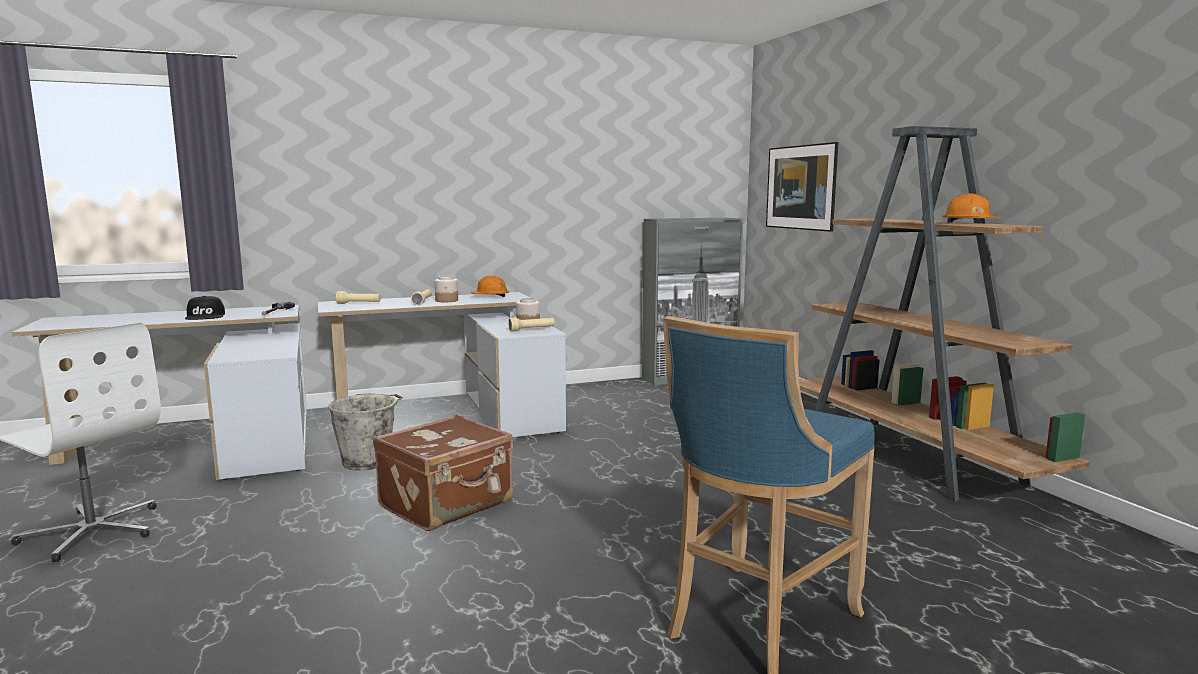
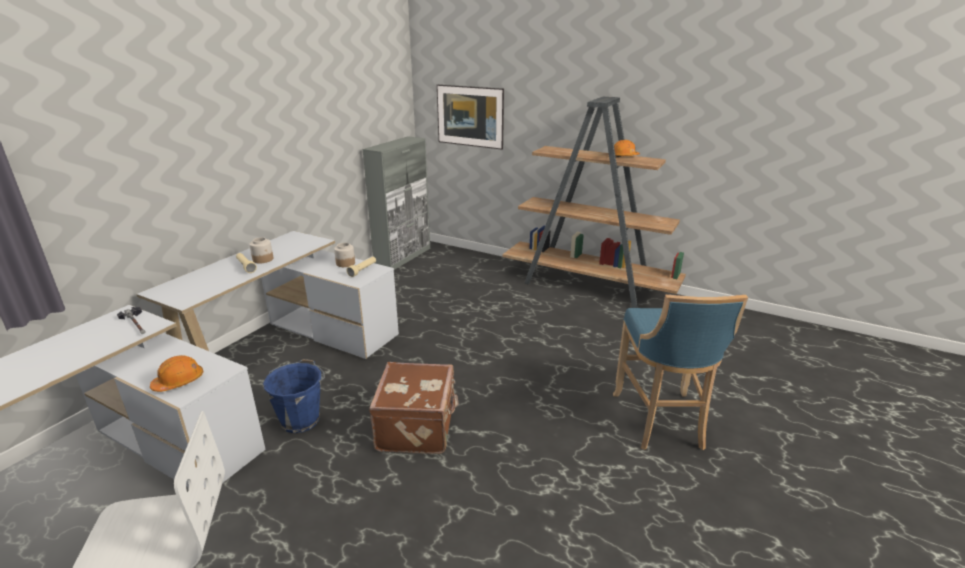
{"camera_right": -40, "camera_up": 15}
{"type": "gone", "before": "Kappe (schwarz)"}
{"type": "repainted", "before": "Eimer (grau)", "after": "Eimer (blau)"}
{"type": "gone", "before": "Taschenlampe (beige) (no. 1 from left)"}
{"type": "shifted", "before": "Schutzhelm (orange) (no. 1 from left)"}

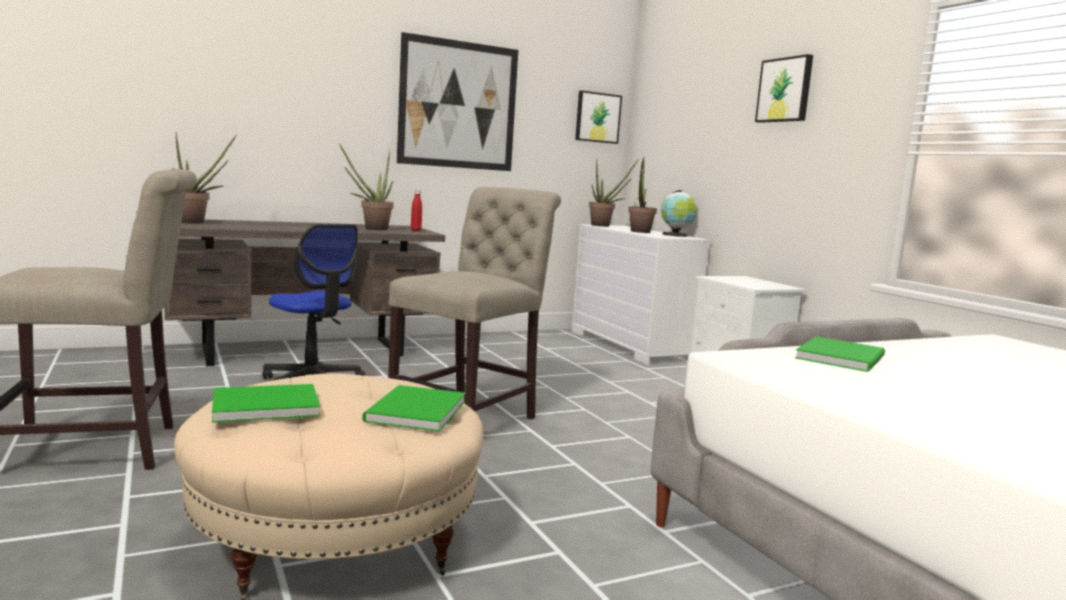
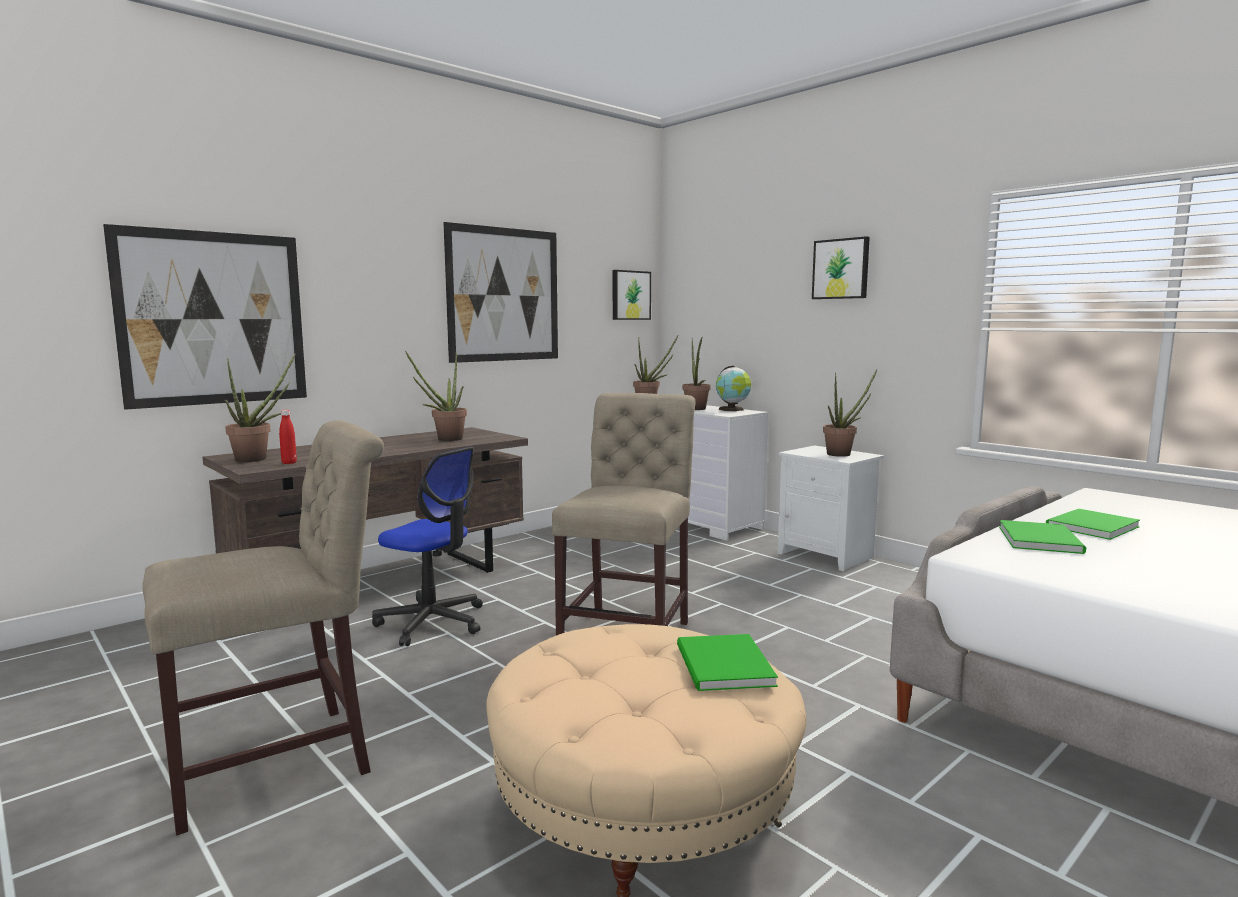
{"camera_right": -15, "camera_up": 0}
{"type": "shifted", "before": "Buch (grün) (no. 1 from left in the first image)", "after": "Buch (grün) (no. 3 from left)"}
{"type": "shifted", "before": "Flasche (rot)"}
{"type": "new", "after": "Bild (no. 1 from left)"}
{"type": "new", "after": "Topfpflanze (no. 5 from left)"}

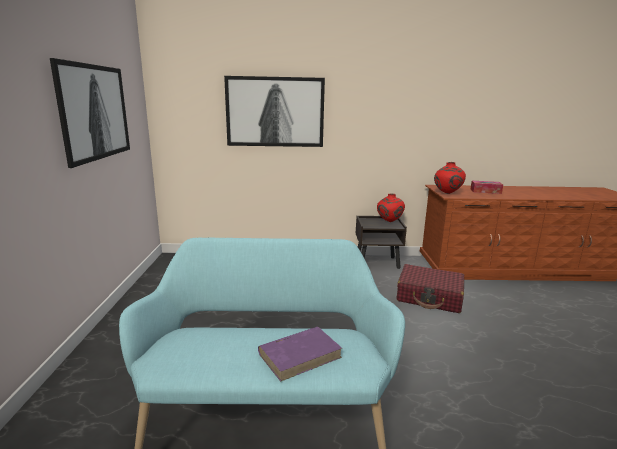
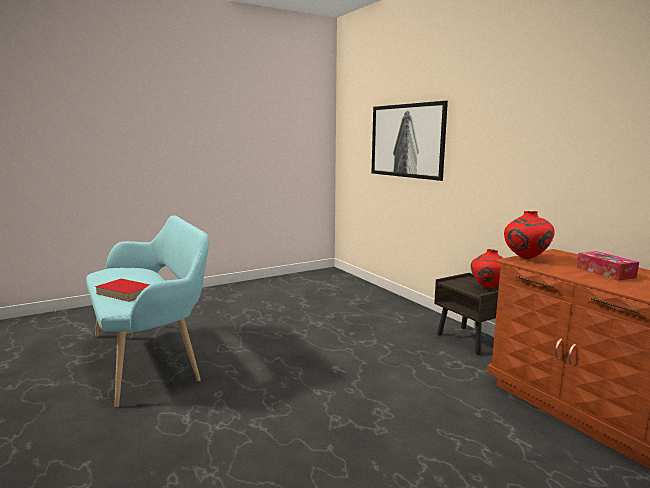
{"camera_right": 60, "camera_up": -5}
{"type": "gone", "before": "Bild (no. 1 from left)"}
{"type": "repainted", "before": "Buch (lila)", "after": "Buch (rot)"}
{"type": "gone", "before": "Koffer (rot)"}

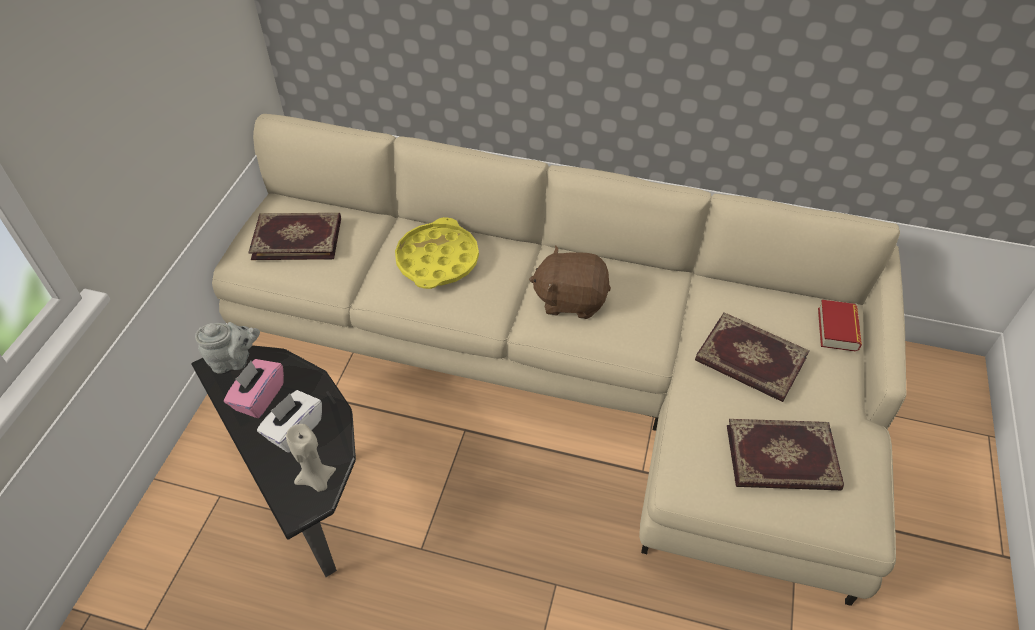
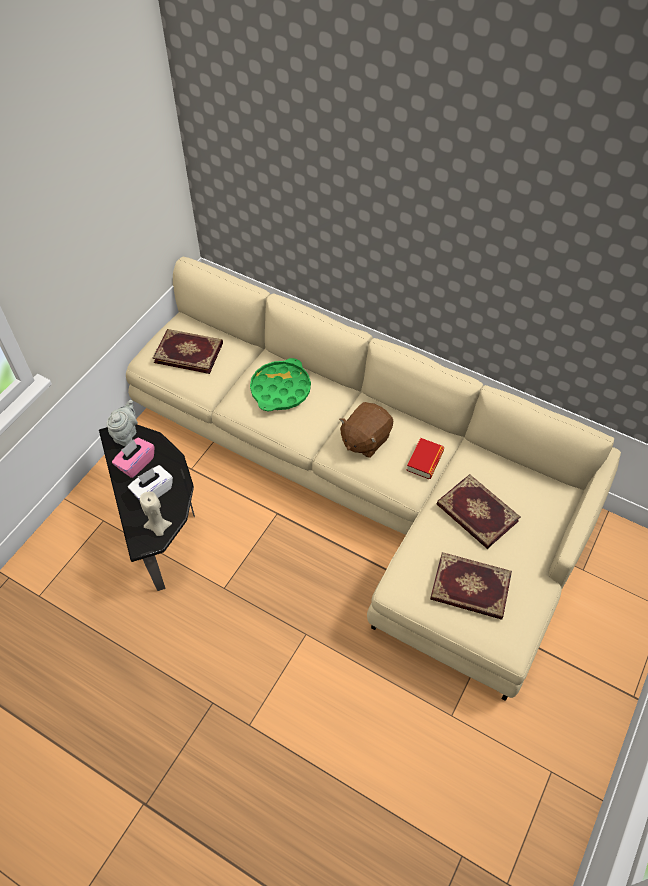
{"camera_right": 15, "camera_up": 5}
{"type": "rotated", "before": "Teekanne (grau)", "turn": -75}
{"type": "repainted", "before": "Tablett (gelb)", "after": "Tablett (grün)"}
{"type": "rotated", "before": "Plüschtier (braun)", "turn": -75}
{"type": "shifted", "before": "Buch (no. 4 from left in the first image)", "after": "Buch (no. 2 from left)"}

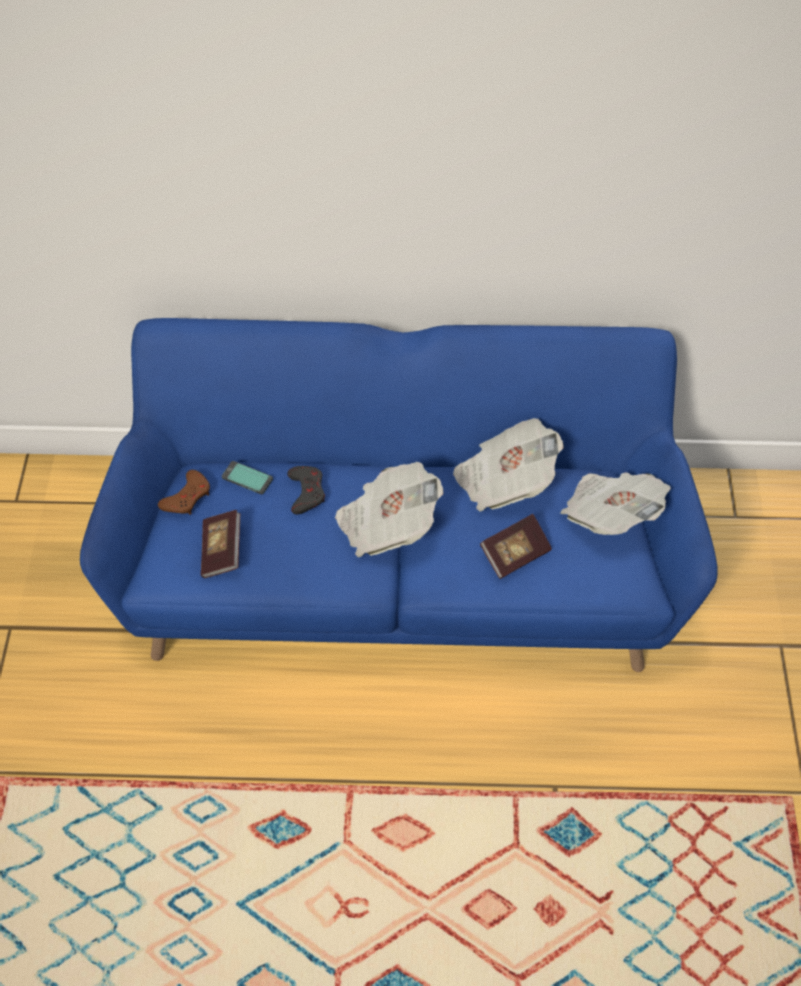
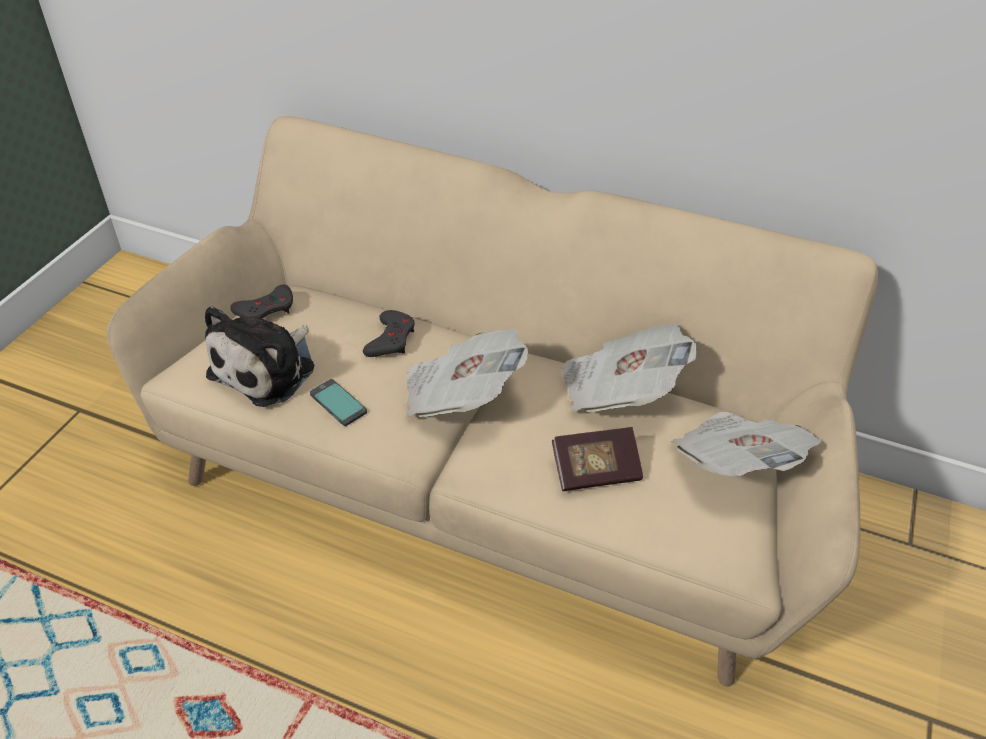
{"camera_right": 20, "camera_up": -10}
{"type": "repainted", "before": "Sofa (blau)", "after": "Sofa (beige)"}
{"type": "repainted", "before": "Gamepad (braun)", "after": "Gamepad (grau) (no. 1 from left)"}
{"type": "swapped", "before": "Buch (no. 1 from left)", "after": "Plüschtier"}
{"type": "shifted", "before": "Handy"}

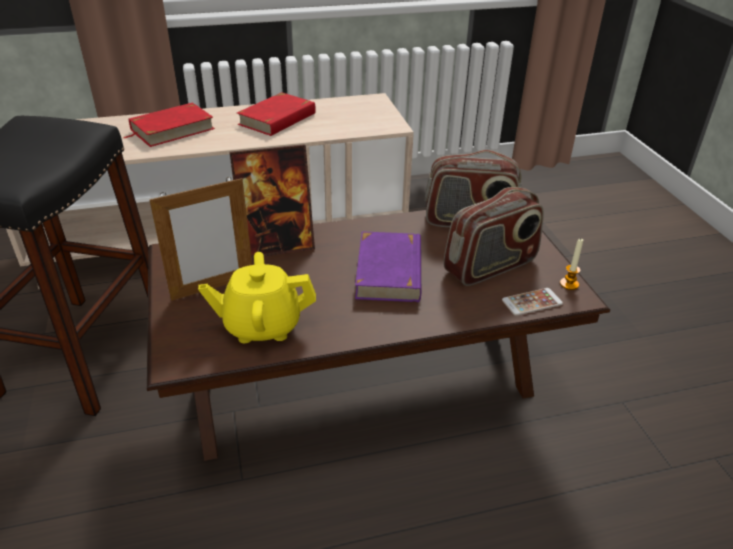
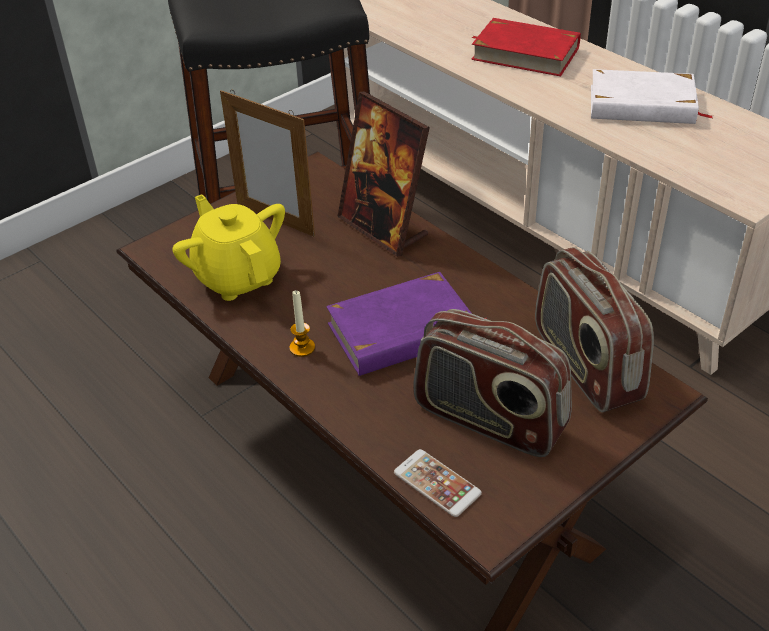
{"camera_right": 65, "camera_up": 5}
{"type": "repainted", "before": "Buch (rot) (no. 2 from left)", "after": "Buch (weiß)"}
{"type": "shifted", "before": "Kerze"}

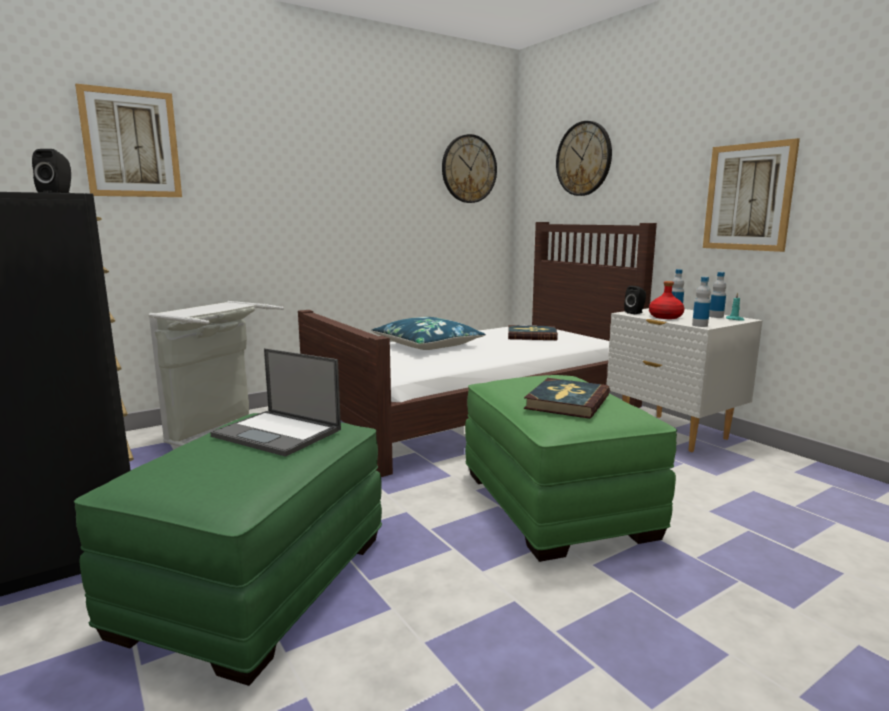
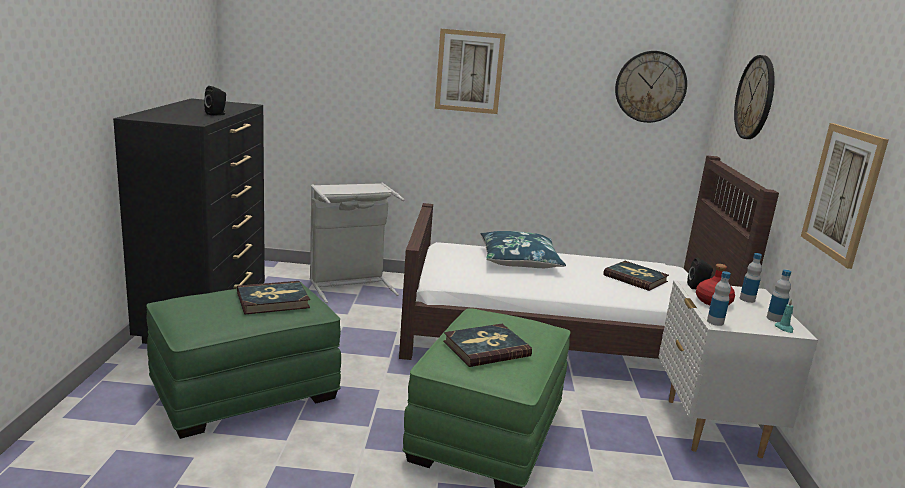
{"camera_right": 35, "camera_up": 5}
{"type": "shifted", "before": "Bild (no. 1 from left)"}
{"type": "swapped", "before": "Laptop", "after": "Buch (no. 1 from left)"}

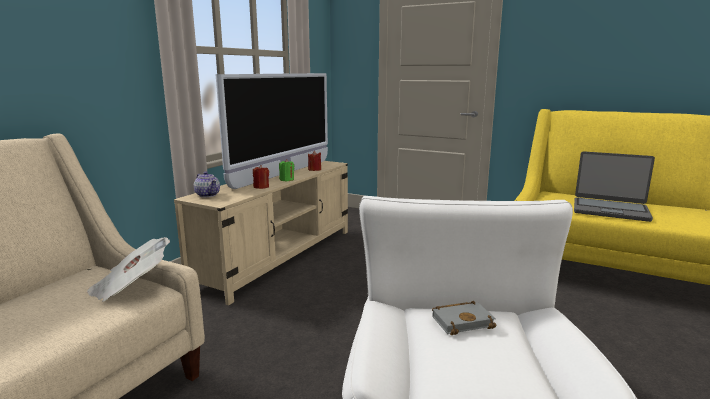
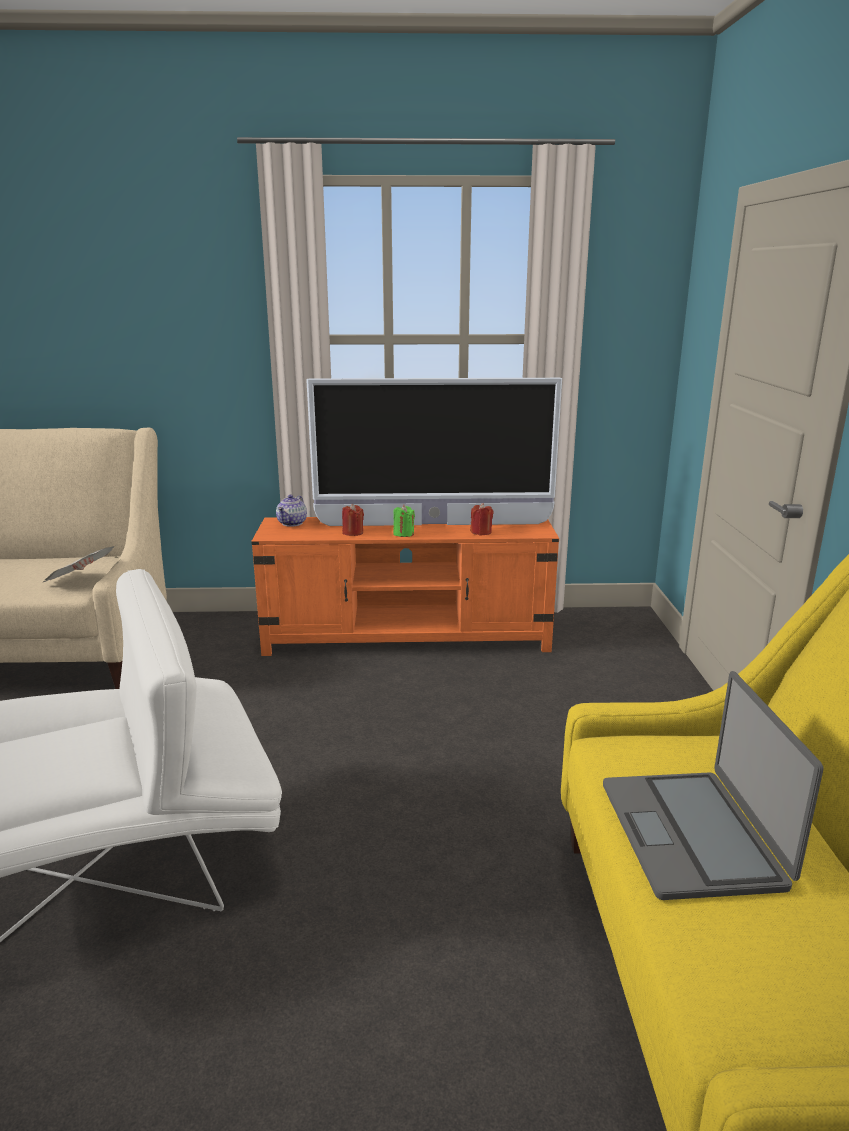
{"camera_right": 60, "camera_up": 5}
{"type": "repainted", "before": "Fernsehschrank (beige)", "after": "Fernsehschrank (orange)"}
{"type": "gone", "before": "Buch (grau)"}

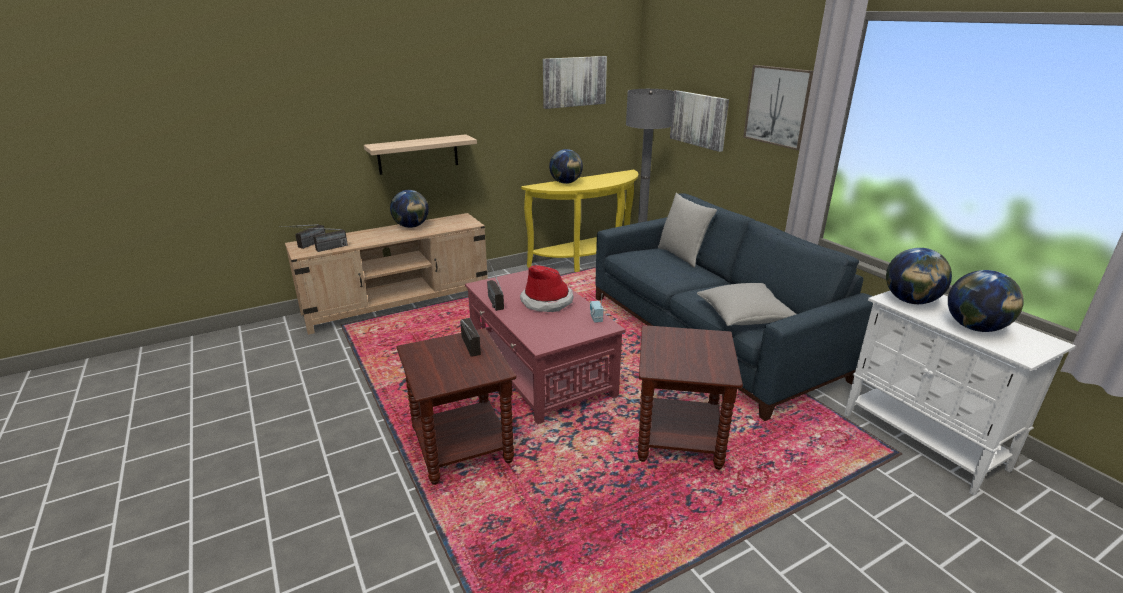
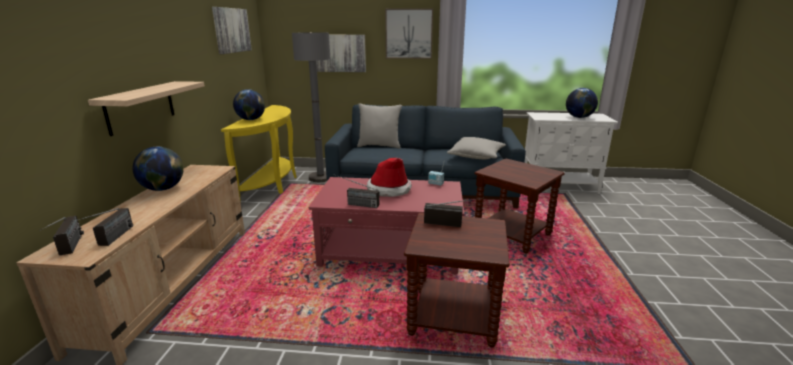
{"camera_right": -55, "camera_up": -5}
{"type": "gone", "before": "Globus (no. 3 from left)"}

